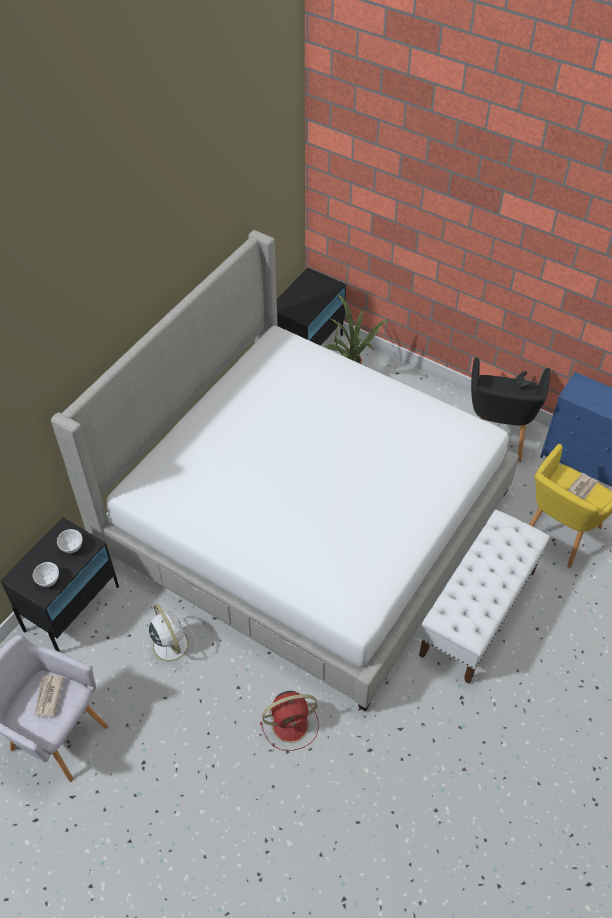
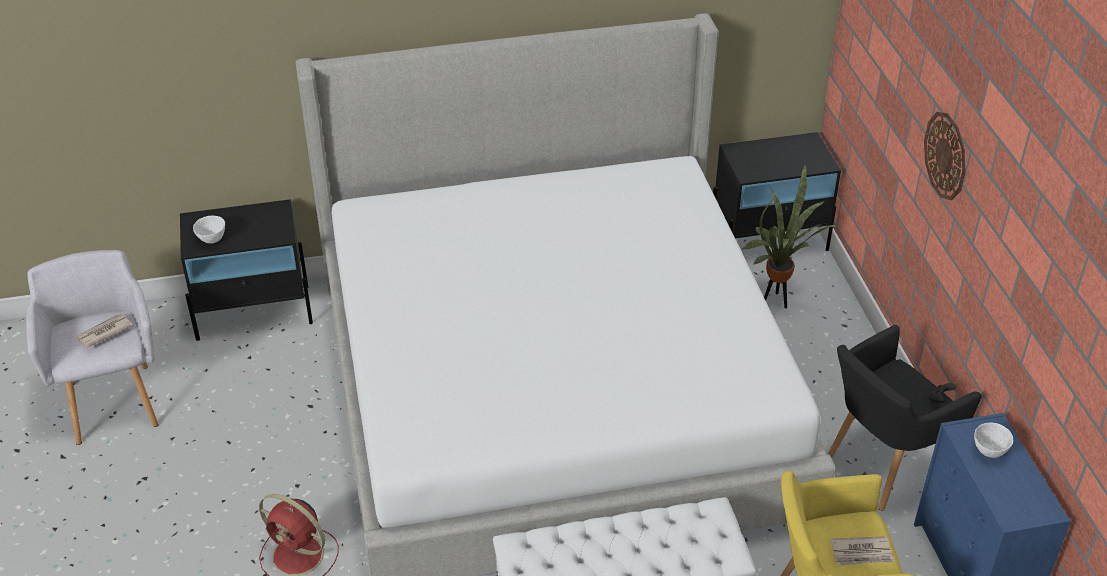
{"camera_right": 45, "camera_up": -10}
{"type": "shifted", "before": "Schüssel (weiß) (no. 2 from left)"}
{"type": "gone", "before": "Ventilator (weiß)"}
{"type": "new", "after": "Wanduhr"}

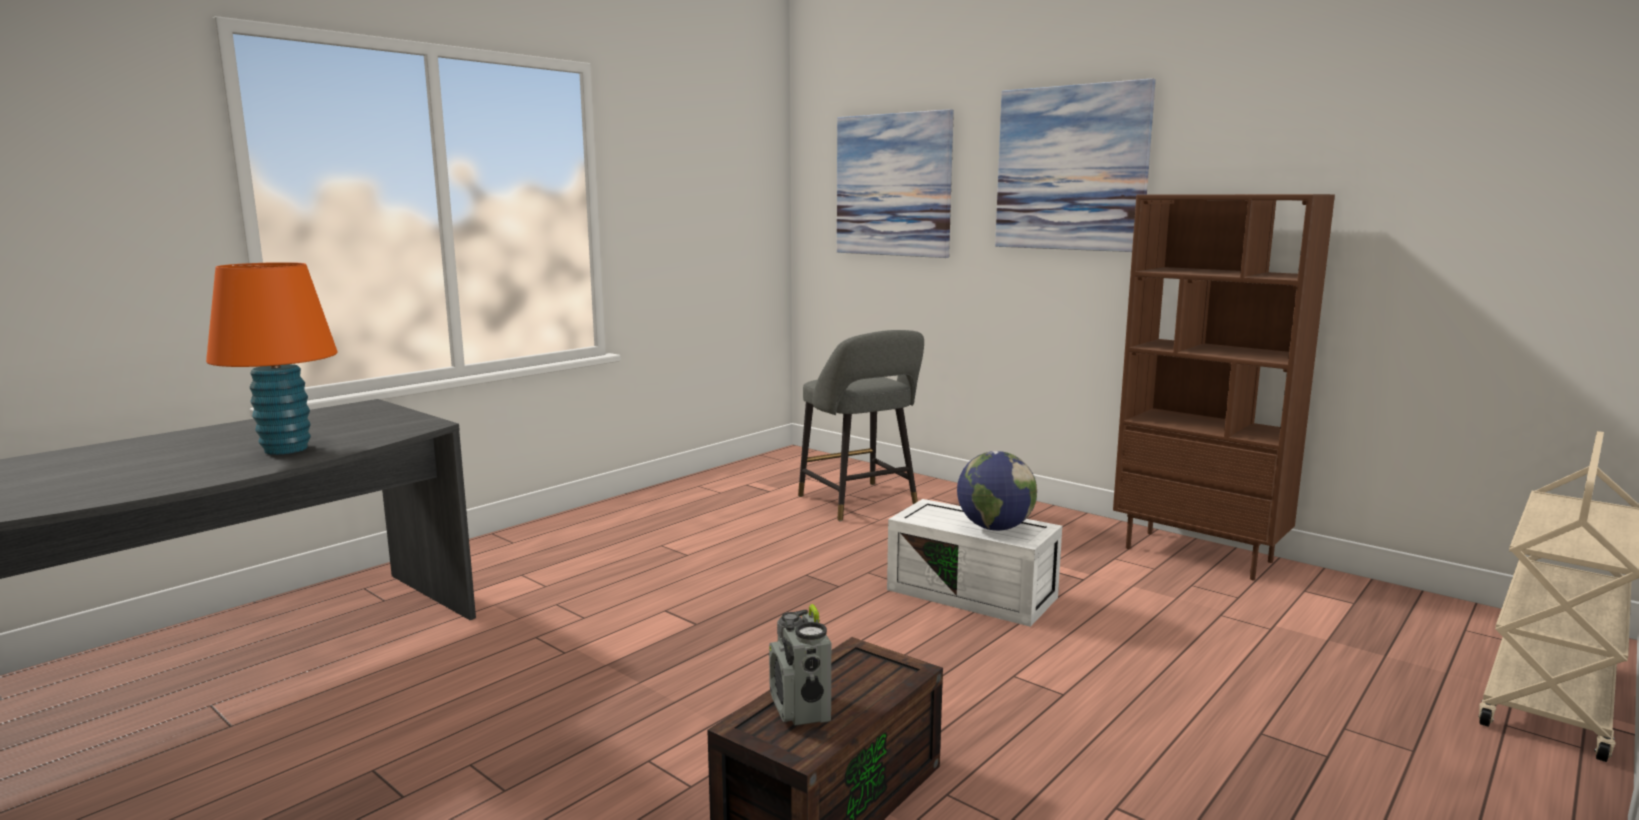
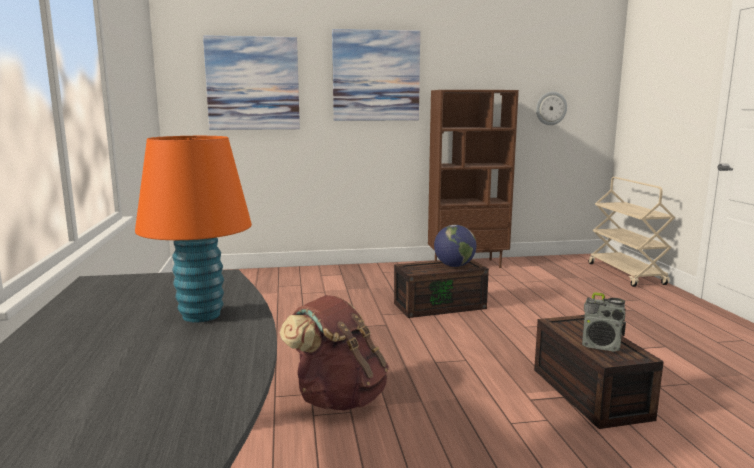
{"camera_right": -50, "camera_up": 0}
{"type": "gone", "before": "Hocker (grau)"}
{"type": "repainted", "before": "Aufbewahrungsbox (weiß)", "after": "Aufbewahrungsbox (braun) (no. 1 from left)"}
{"type": "new", "after": "Rucksack (braun)"}
{"type": "new", "after": "Wanduhr"}

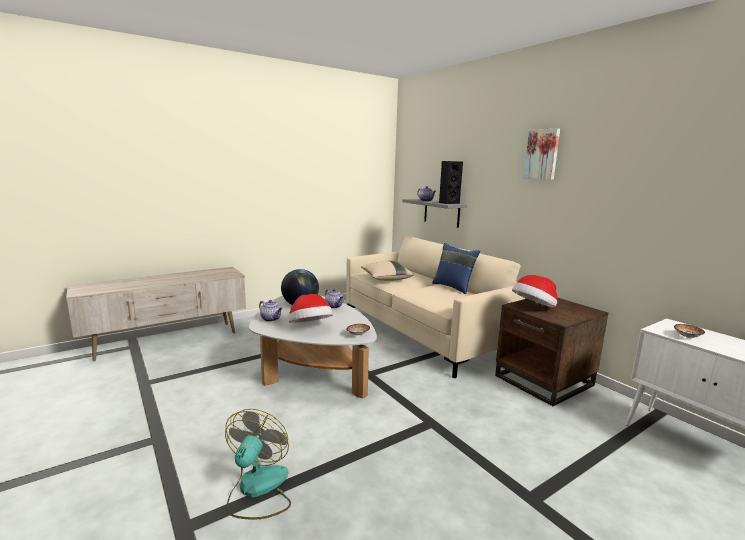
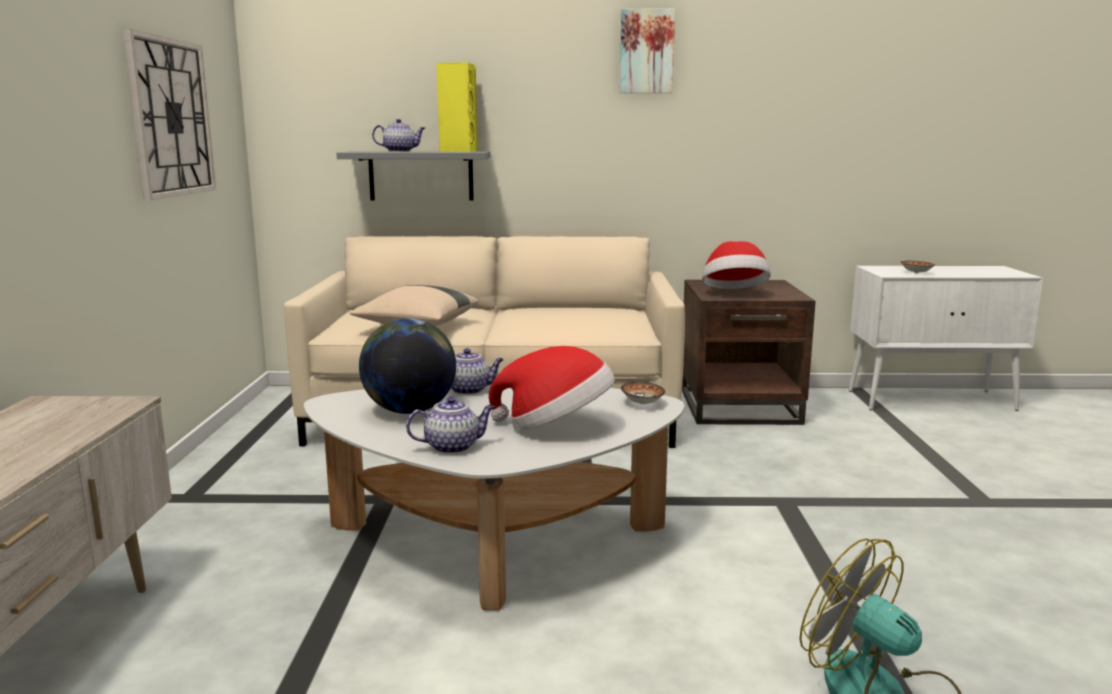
{"camera_right": -55, "camera_up": 0}
{"type": "gone", "before": "Kissen (blau)"}
{"type": "repainted", "before": "Lautsprecher (schwarz)", "after": "Lautsprecher (gelb)"}
{"type": "new", "after": "Wanduhr"}

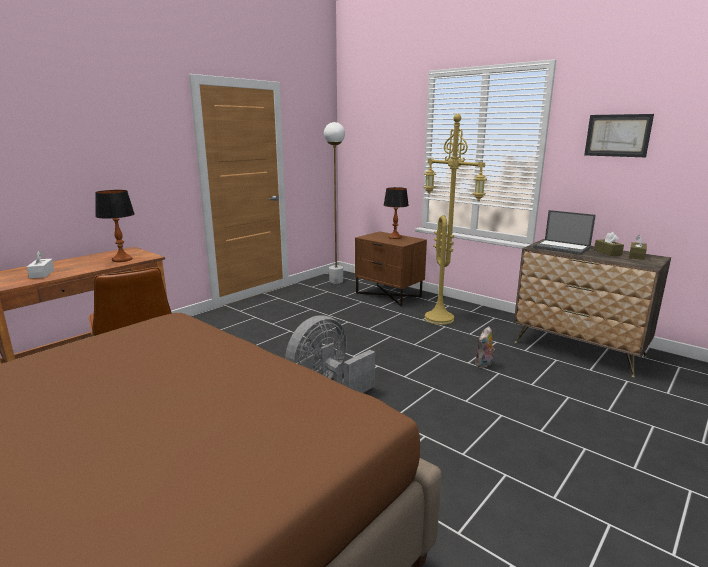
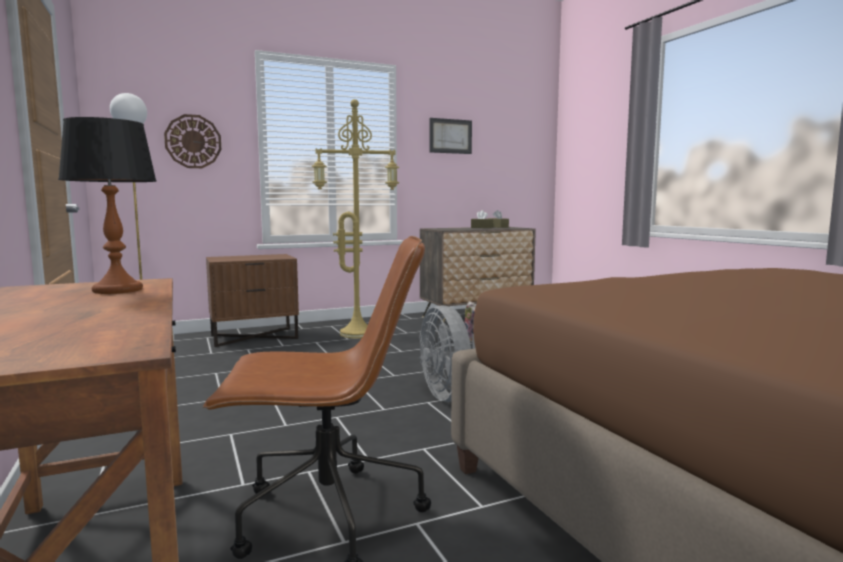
{"camera_right": -65, "camera_up": -10}
{"type": "gone", "before": "Taschentuchbox (weiß)"}
{"type": "gone", "before": "Tischlampe (no. 2 from left)"}
{"type": "gone", "before": "Laptop"}
{"type": "new", "after": "Wanduhr"}

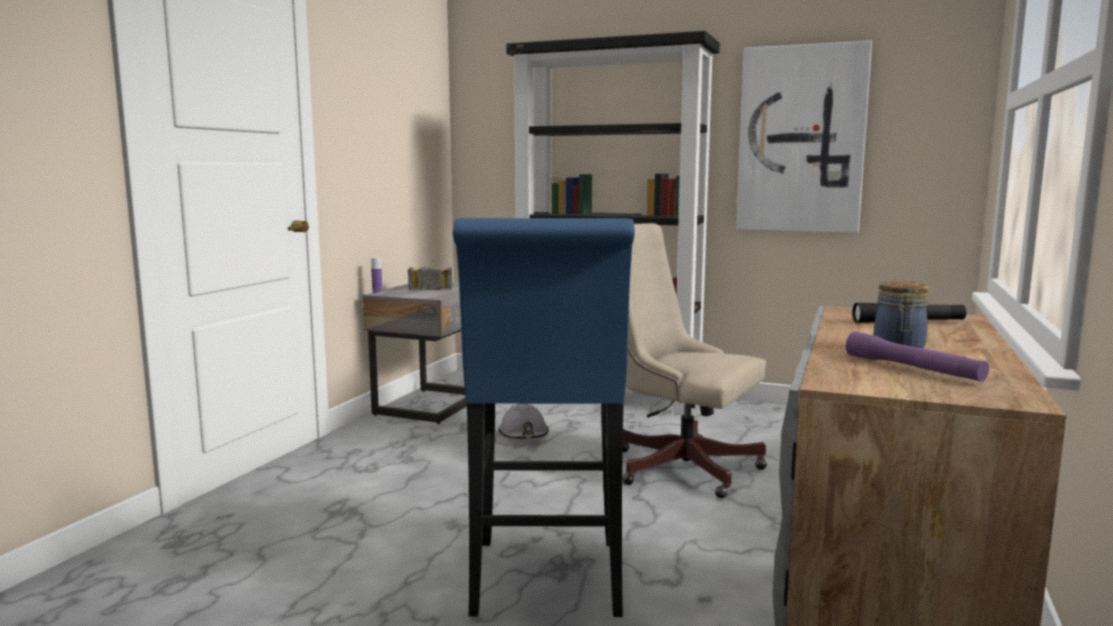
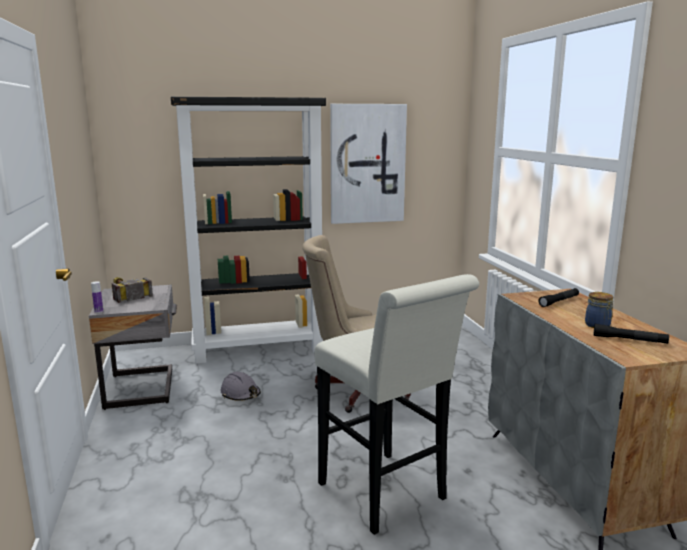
{"camera_right": -35, "camera_up": 5}
{"type": "repainted", "before": "Hocker (blau)", "after": "Hocker (weiß)"}
{"type": "repainted", "before": "Taschenlampe (lila)", "after": "Taschenlampe (schwarz) (no. 2 from left)"}

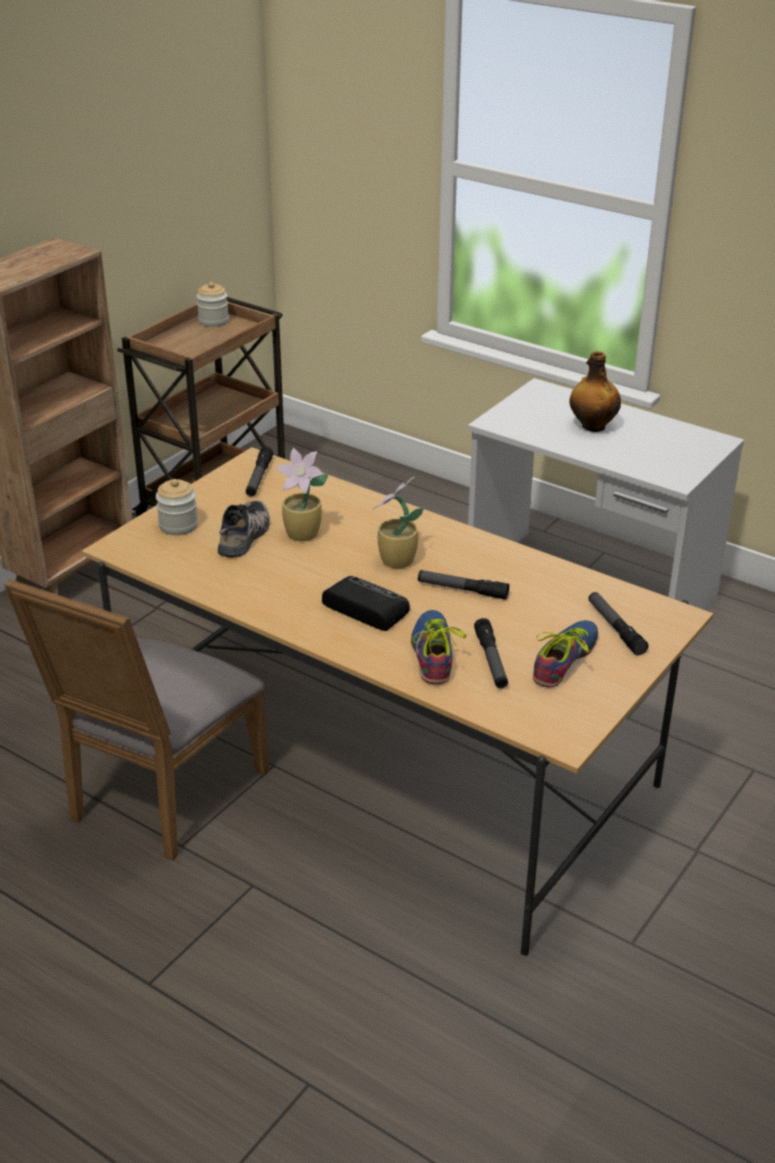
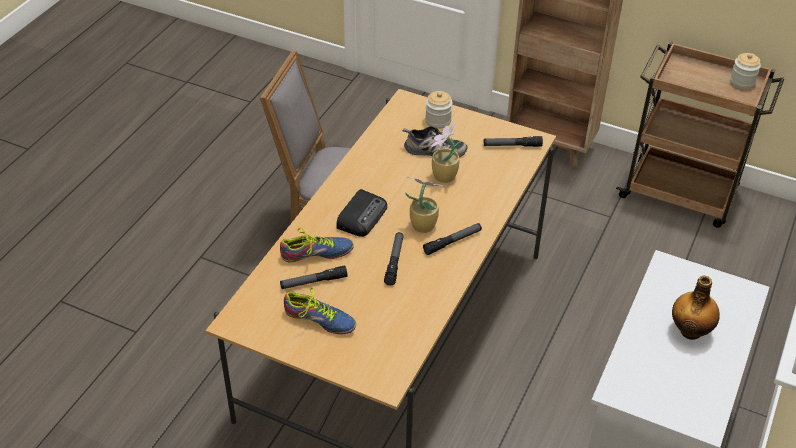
{"camera_right": 80, "camera_up": 10}
{"type": "shifted", "before": "Taschenlampe (no. 4 from left in the first image)", "after": "Taschenlampe (no. 3 from left)"}

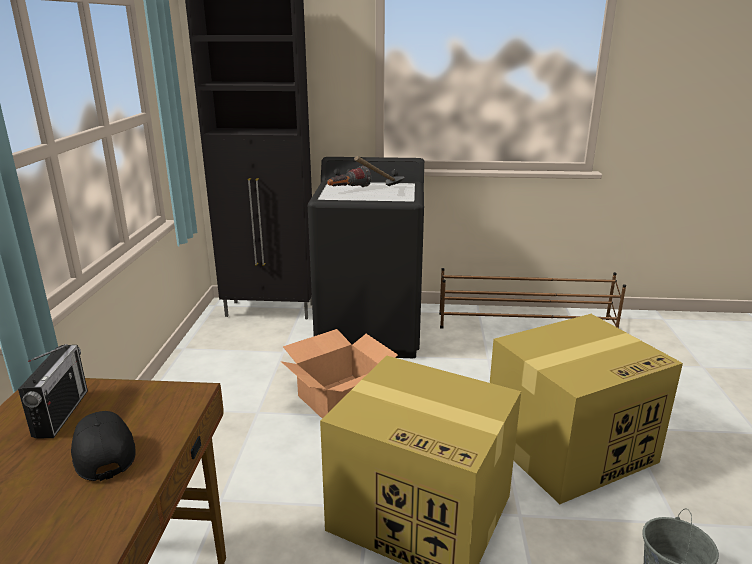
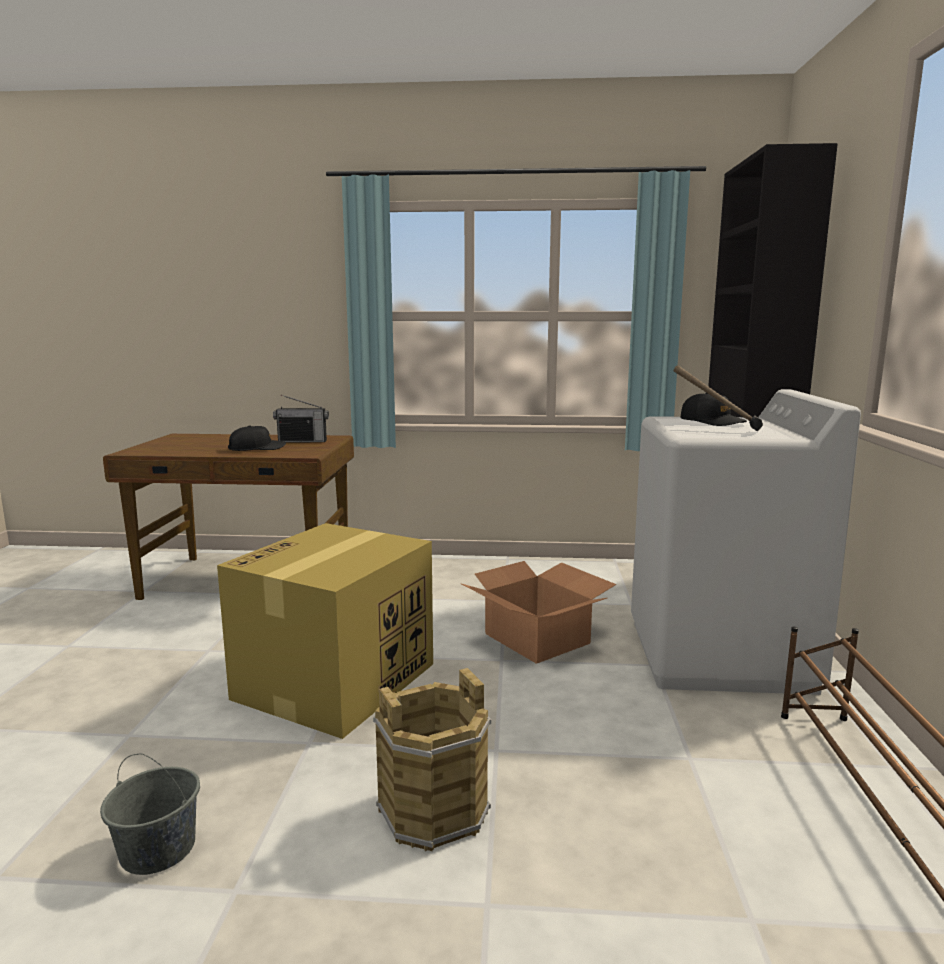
{"camera_right": 90, "camera_up": -10}
{"type": "repainted", "before": "Waschmaschine (schwarz)", "after": "Waschmaschine (weiß)"}
{"type": "swapped", "before": "Taschenlampe", "after": "Kappe (schwarz) (no. 2 from left)"}
{"type": "swapped", "before": "Karton (no. 3 from left)", "after": "Eimer (braun)"}

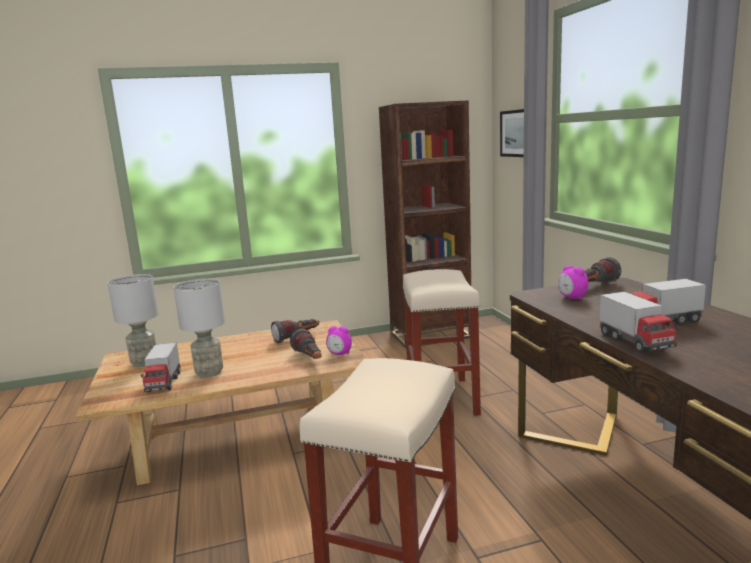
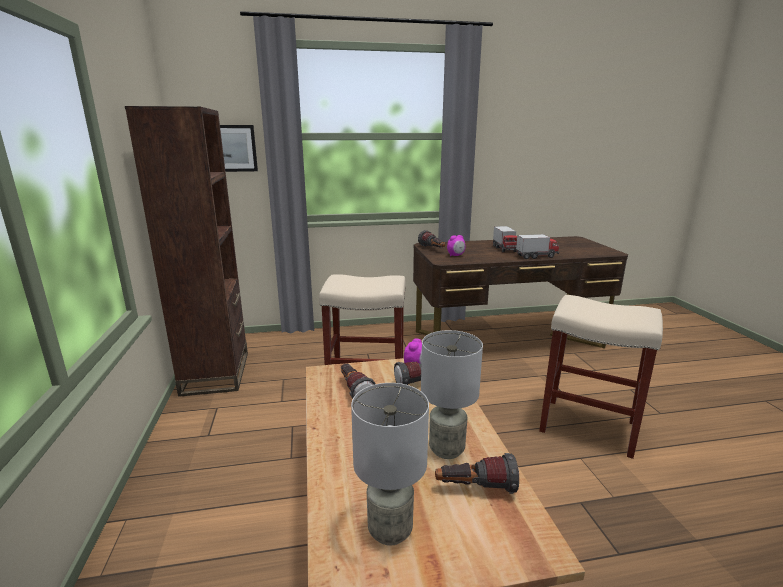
{"camera_right": -85, "camera_up": 5}
{"type": "swapped", "before": "Spielzeuglaster (no. 1 from left)", "after": "Taschenlampe (no. 4 from left)"}

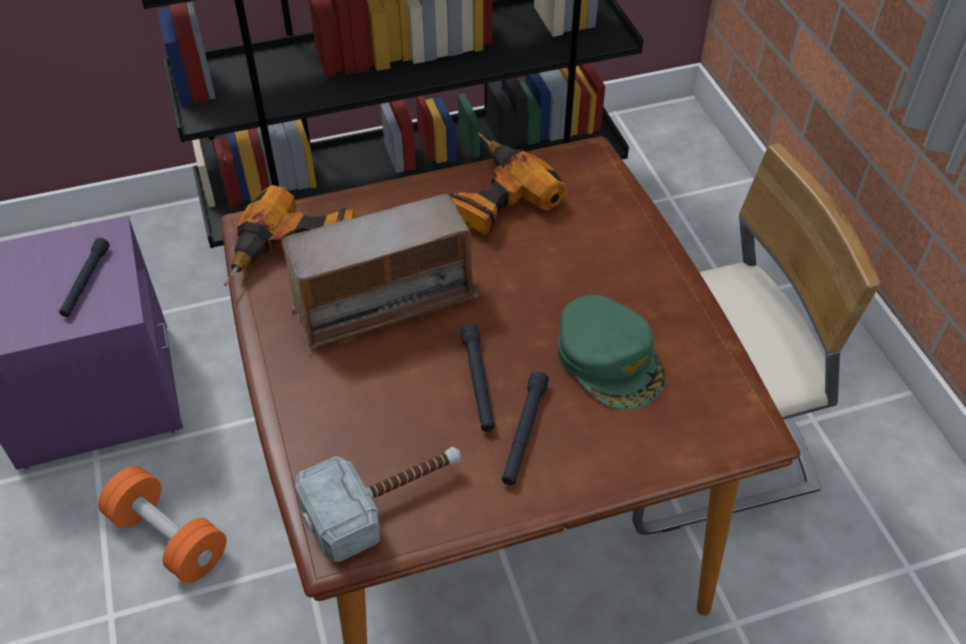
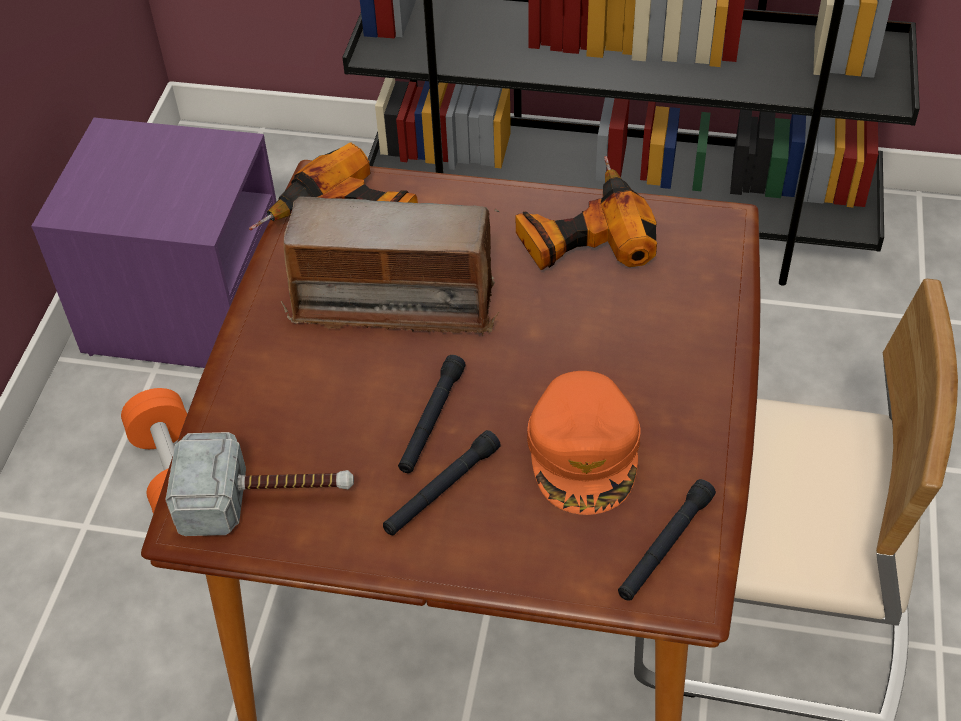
{"camera_right": 30, "camera_up": 0}
{"type": "shifted", "before": "Taschenlampe (schwarz) (no. 1 from left in the first image)", "after": "Taschenlampe (schwarz) (no. 3 from left)"}
{"type": "repainted", "before": "Kappe (grün)", "after": "Kappe (orange)"}

